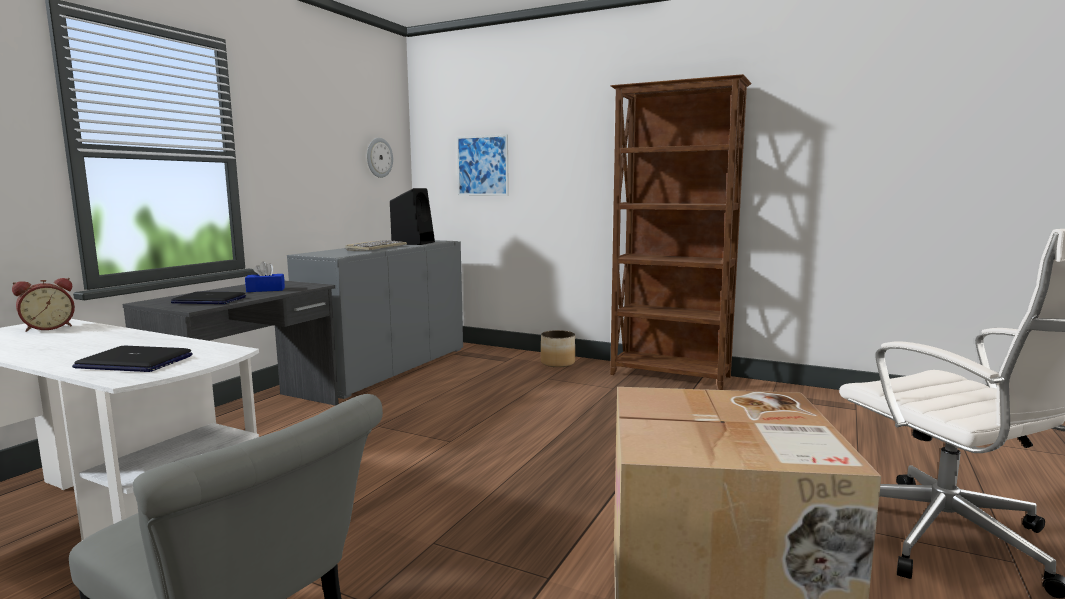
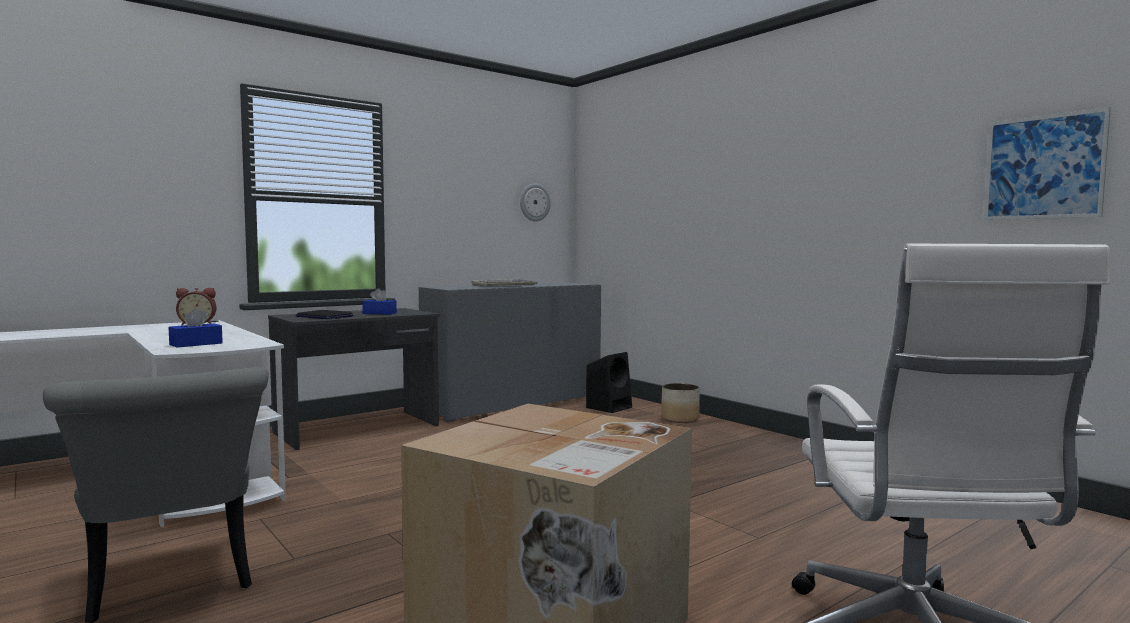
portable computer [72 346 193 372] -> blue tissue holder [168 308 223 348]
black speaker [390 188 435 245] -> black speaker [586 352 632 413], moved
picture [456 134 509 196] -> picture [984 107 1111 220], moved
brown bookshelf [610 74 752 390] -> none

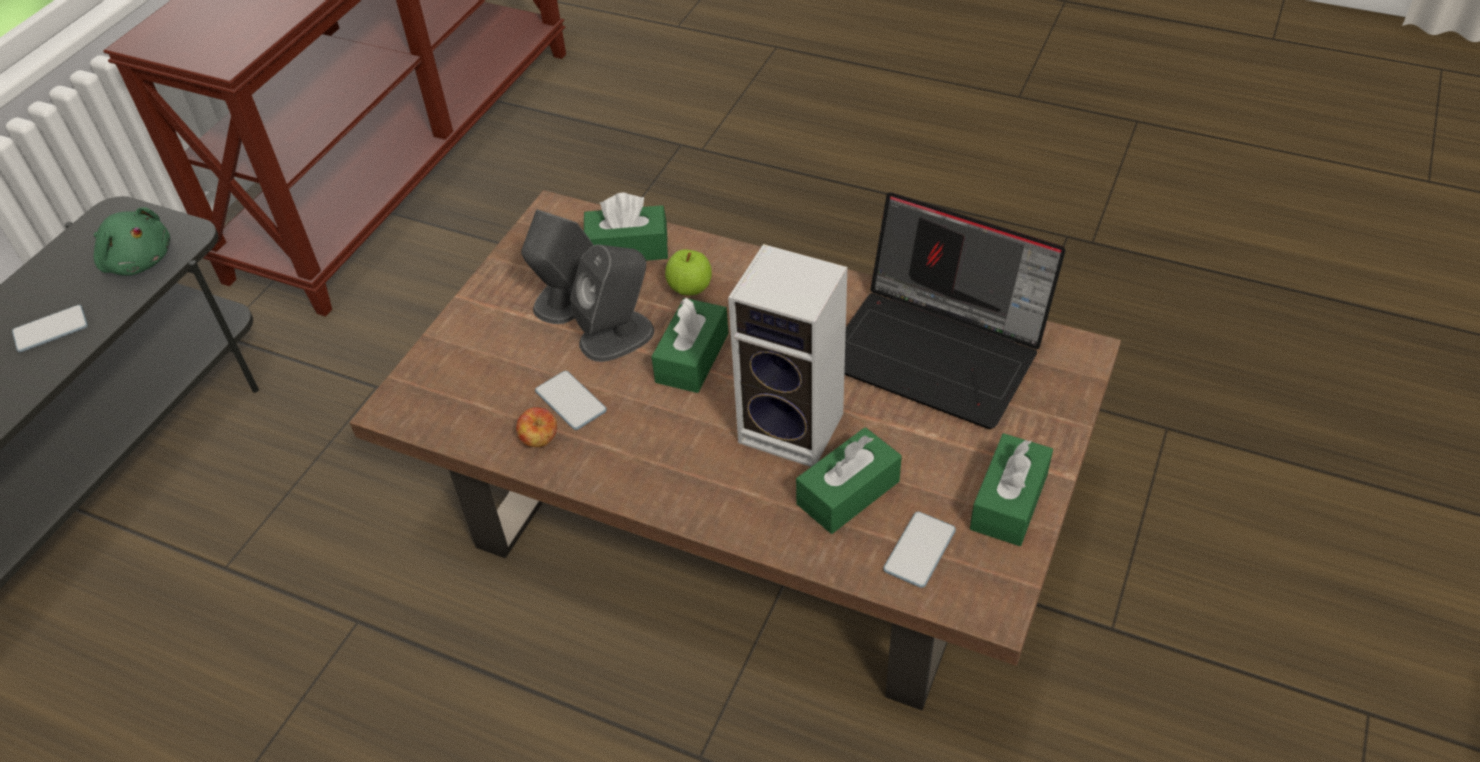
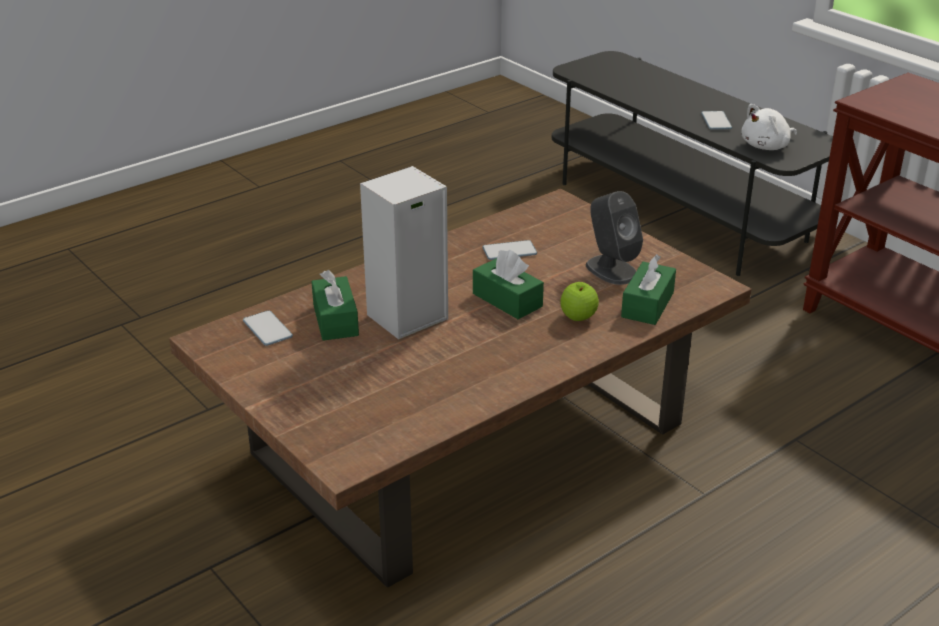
green plush toy [94 207 170 276] -> whitish plush toy [741 104 797 150]
apple [516 407 557 447] -> none
grey speaker [570 245 654 362] -> none
portable computer [844 193 1066 429] -> none
green tissue holder [970 433 1053 546] -> none

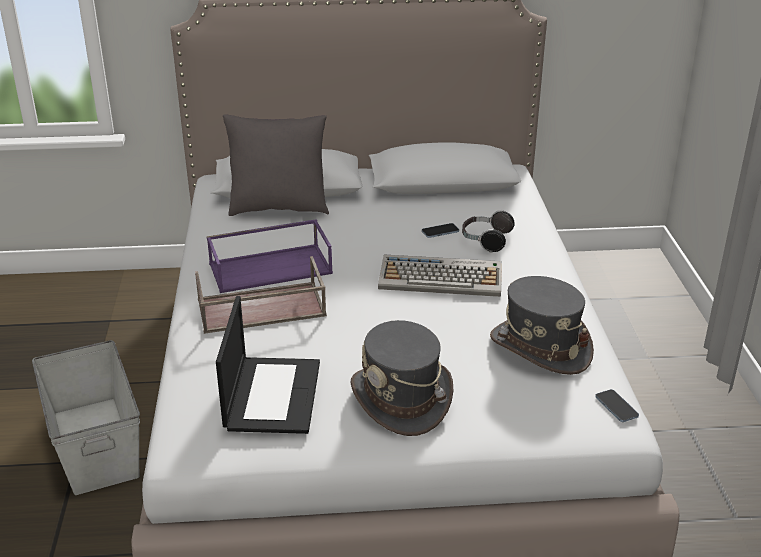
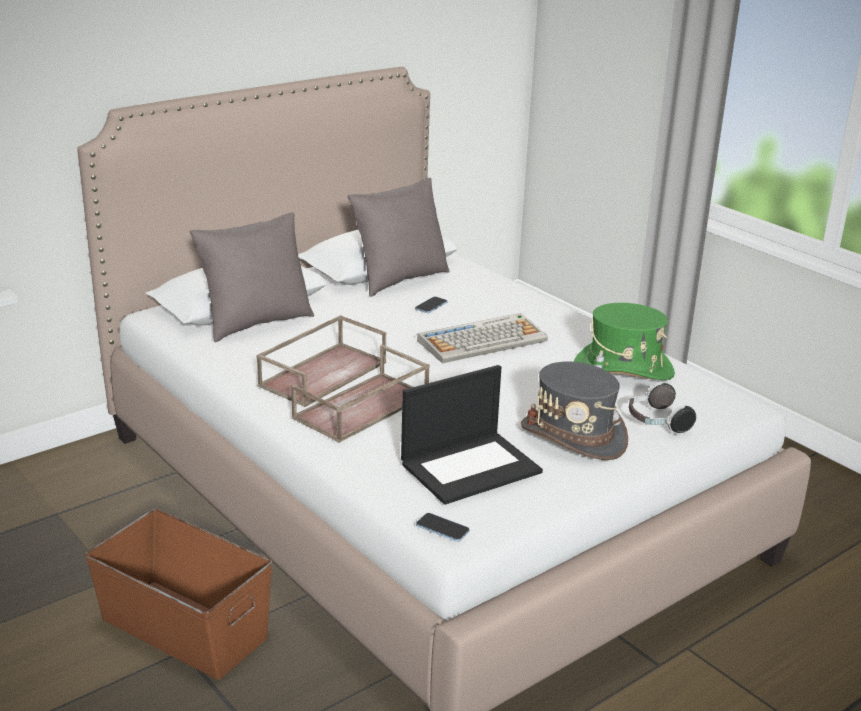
grey storage bin [32 340 140 495] -> brown storage bin [85 509 272 680]
purple tray [207 219 333 293] -> brown tray [256 315 386 407]
portable computer [216 296 320 434] -> portable computer [401 365 543 505], 90 degrees clockwise
headset [462 210 515 253] -> headset [629 382 696 434], moved
grey hat [490 276 594 375] -> green hat [574 303 675 380]
phone [595 389 639 422] -> phone [416 513 469 542], moved
none -> grey throw pillow [347 178 450 297]

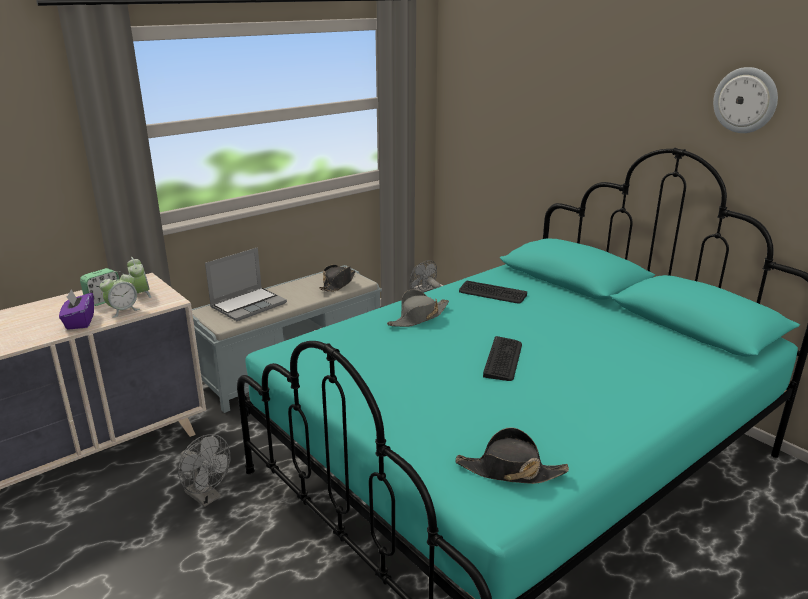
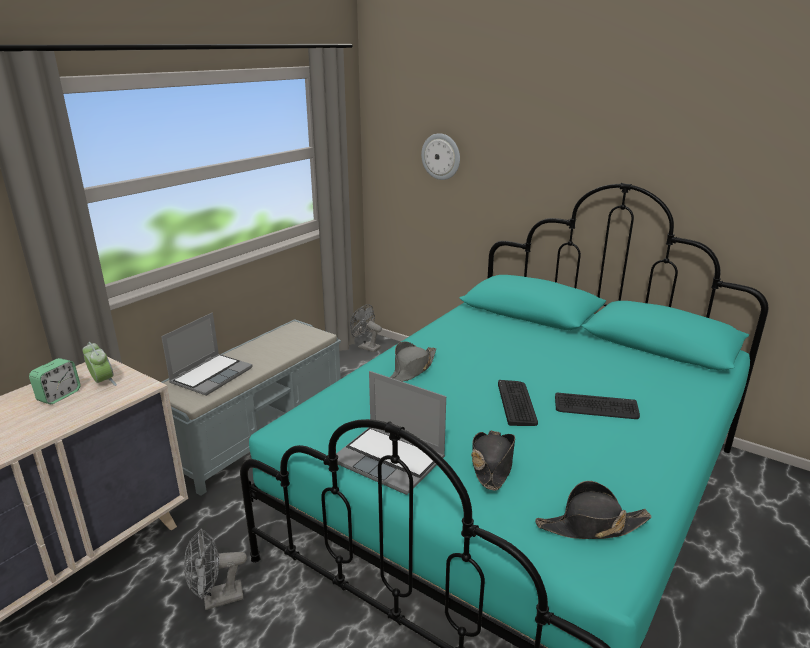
purple tissue holder [59 289 94 330] -> none
table clock [100 271 140 318] -> none
grey cooling fan [178 434 230 507] -> grey cooling fan [184 528 247 610], 135 degrees clockwise
black hat [319 265 355 292] -> black hat [471 430 515 490], moved
PC keyboard [459 281 527 304] -> PC keyboard [555 393 640 419], moved
clock on the wall [713 67 778 133] -> clock on the wall [421 133 460 180], moved
none -> portable computer [336 371 446 495]

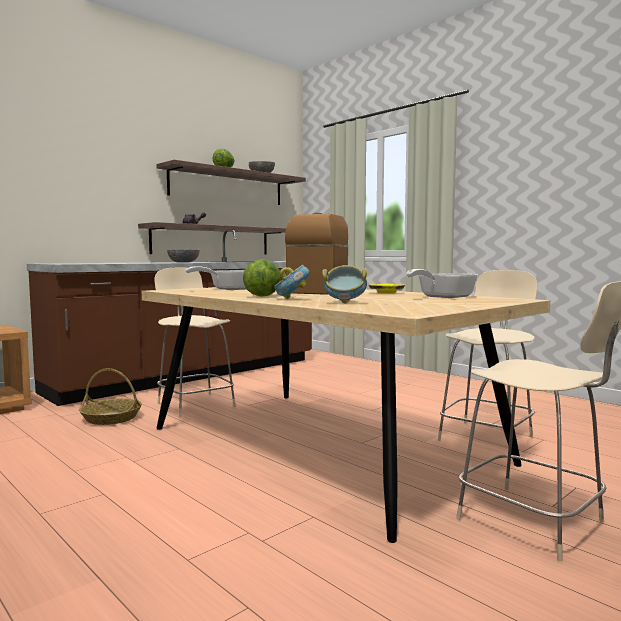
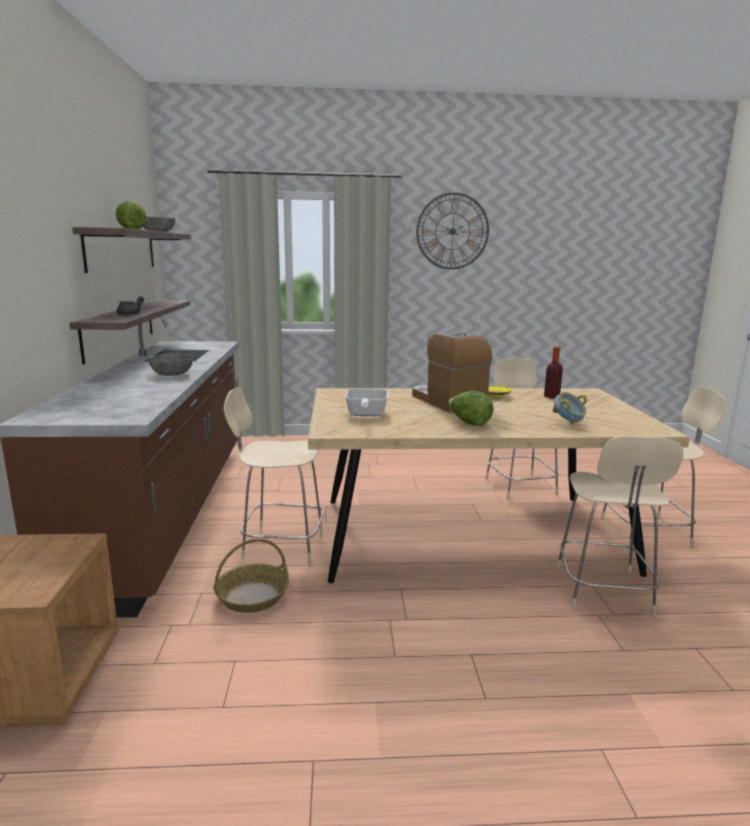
bowl [274 265 310 299] -> none
frying pan [406 269 478 298] -> bottle [544 347 563 399]
none -> clock on the wall [416 192 489 269]
none -> sand-coloured chair [557 436 684 616]

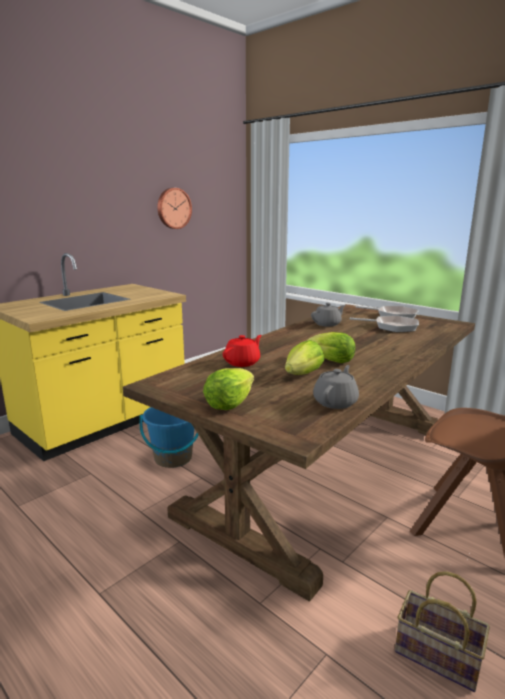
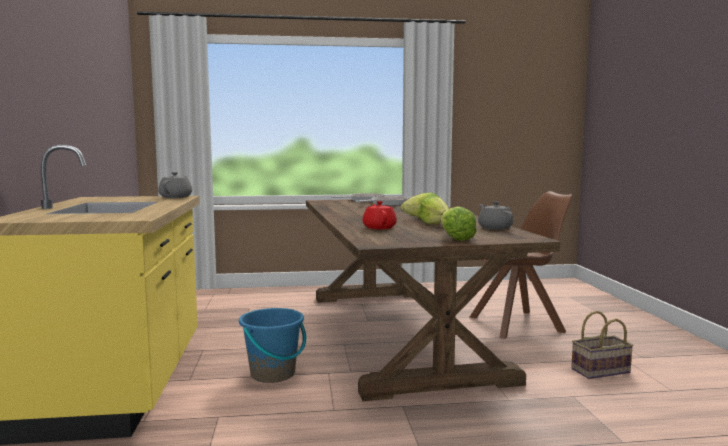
clock on the wall [157 188 192 229] -> none
grey teapot [311 303 345 327] -> grey teapot [158 172 192 198], moved

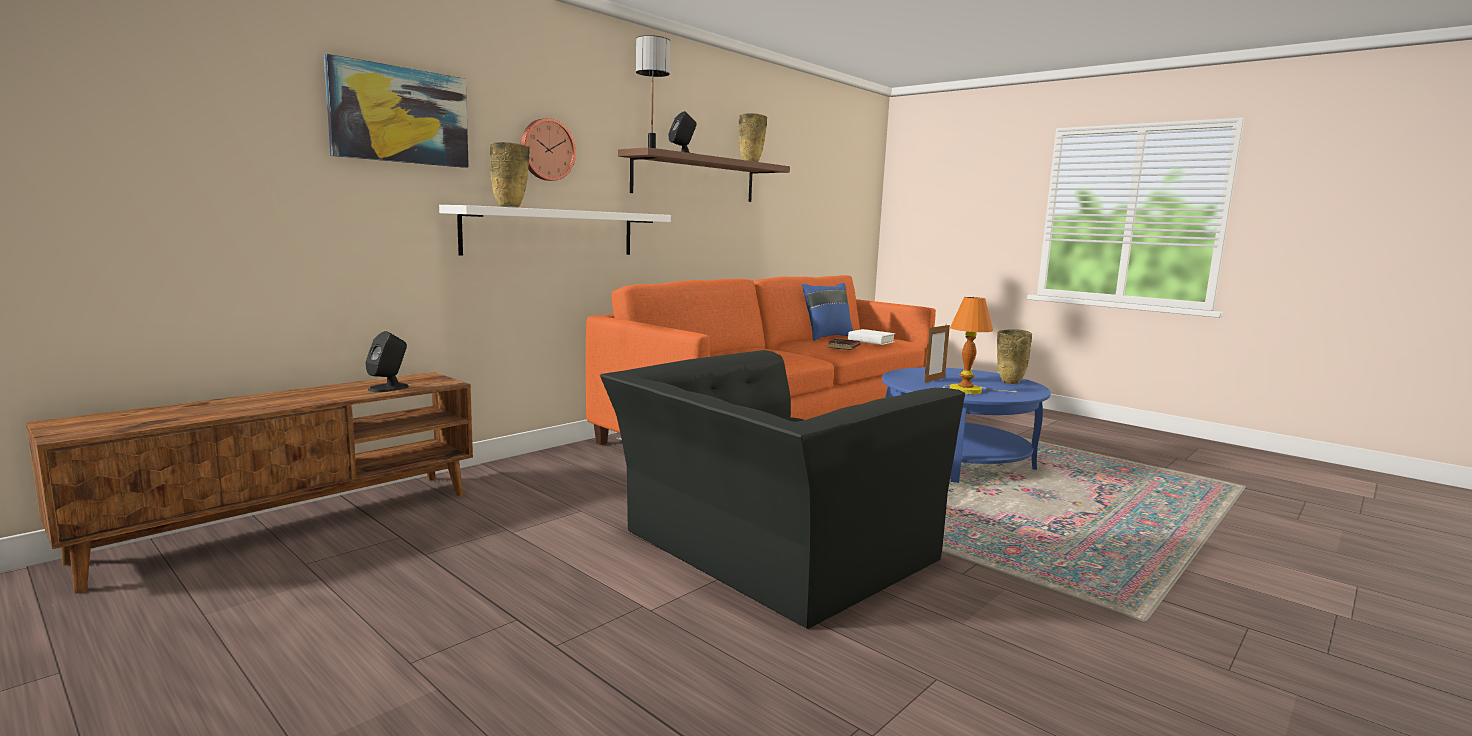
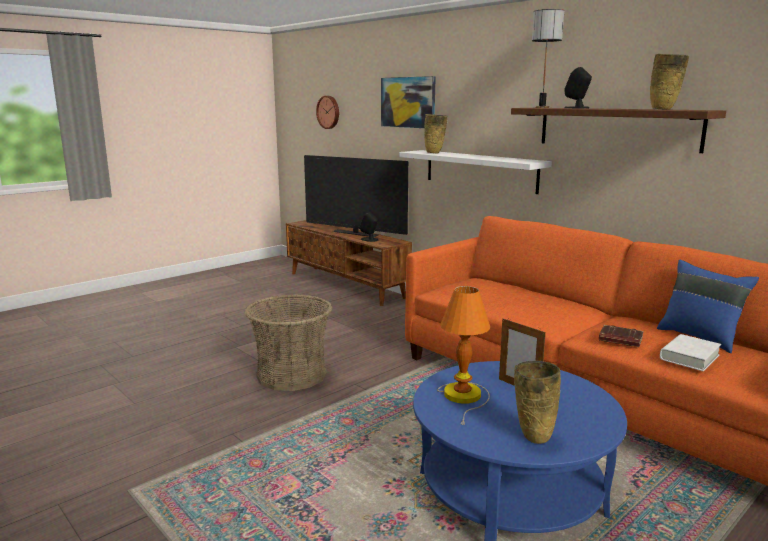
clock on the wall [521 118 576 181] -> clock on the wall [316 96 339 129], moved
black easy chair [600 350 965 629] -> storage basket [245 294 332 391]
none -> television [304 155 408 237]

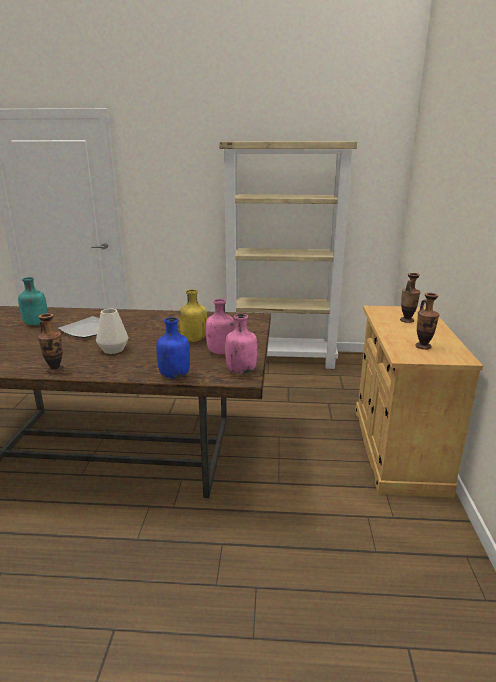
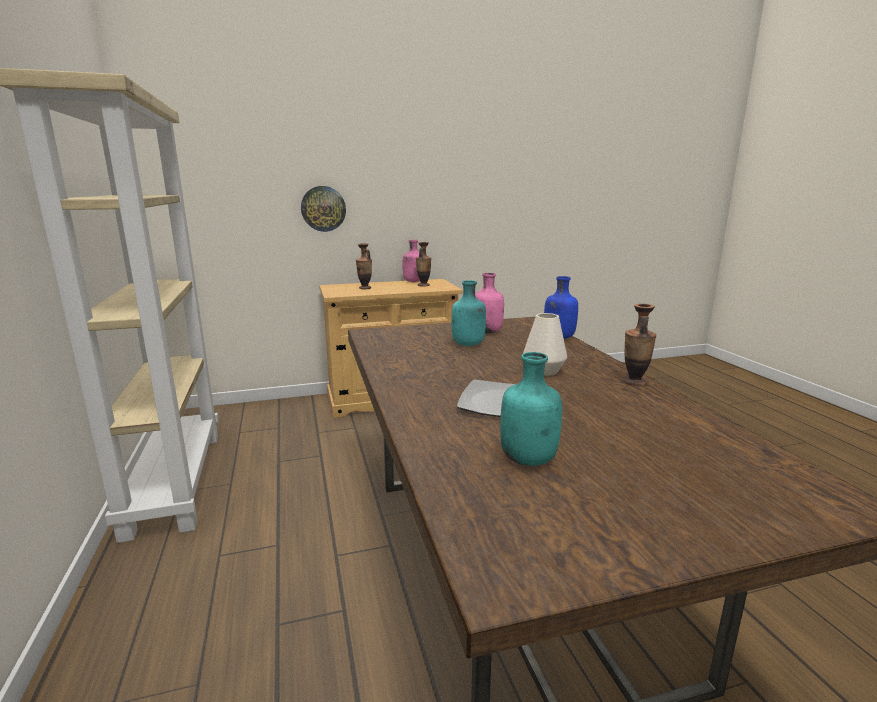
yellowish bottle [179 289 207 342] -> turquoise-coloured bottle [451 280 486 346]
pink-coloured bottle [225 314 257 374] -> pink-coloured bottle [403 240 420 282], moved
none -> clock on the wall [301 186 346 232]

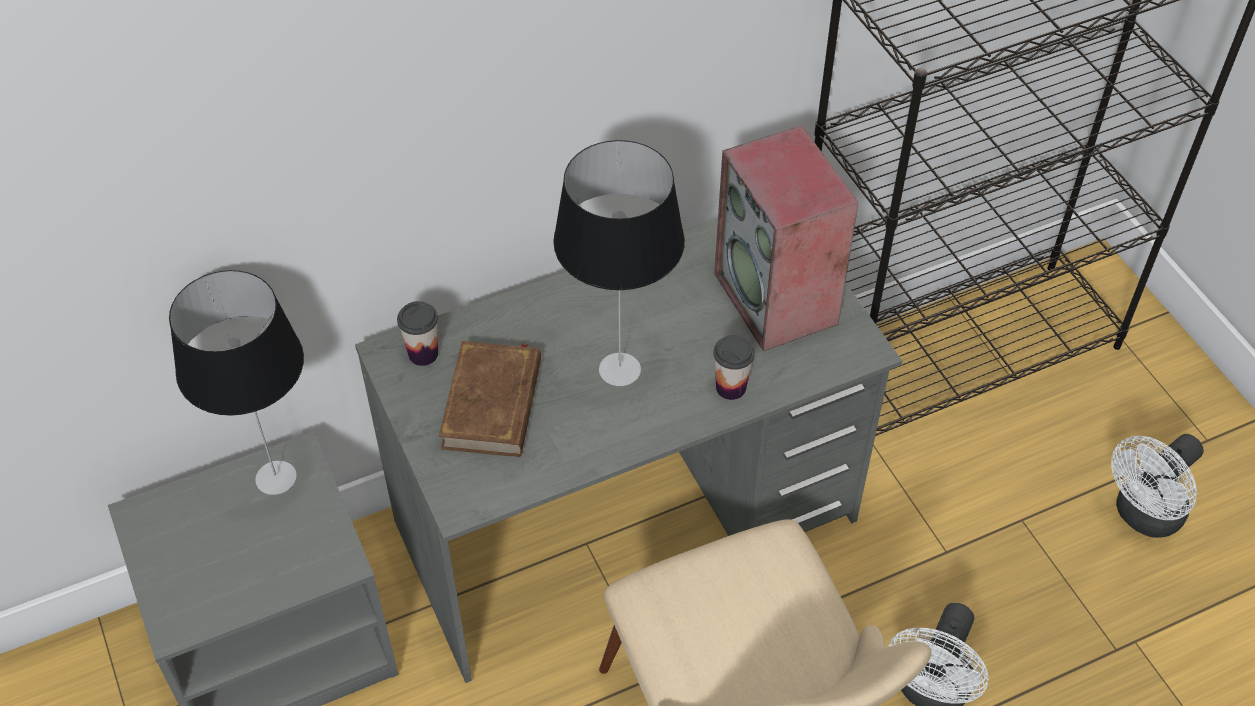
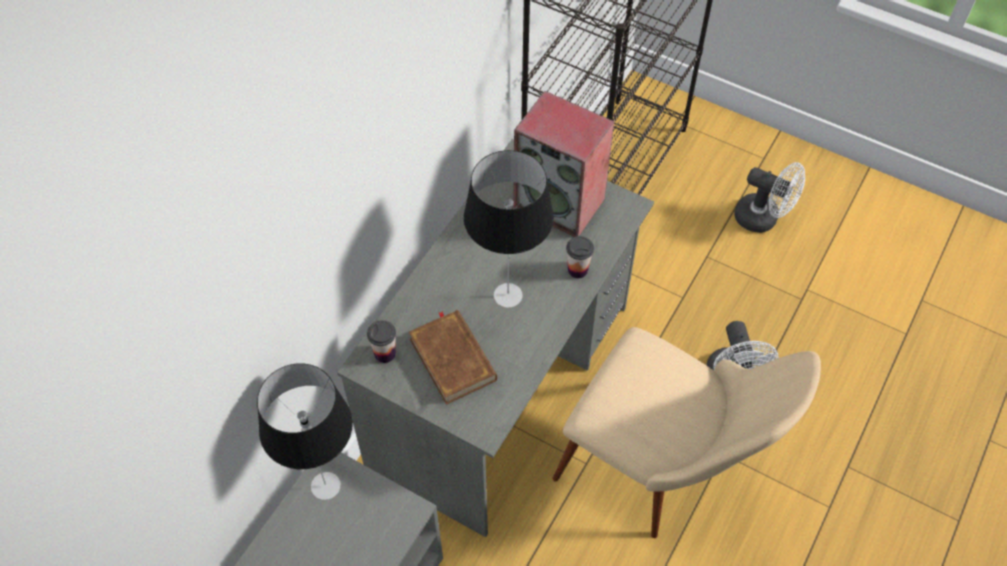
whitish cooling fan [1111 434 1204 538] -> whitish cooling fan [735 162 805 233], 75 degrees counterclockwise

